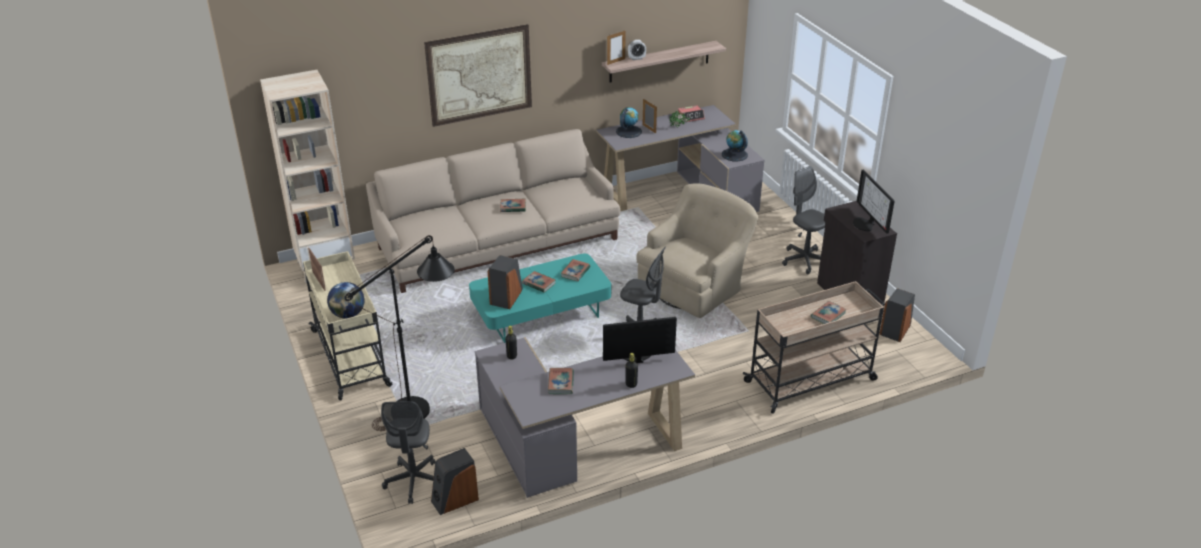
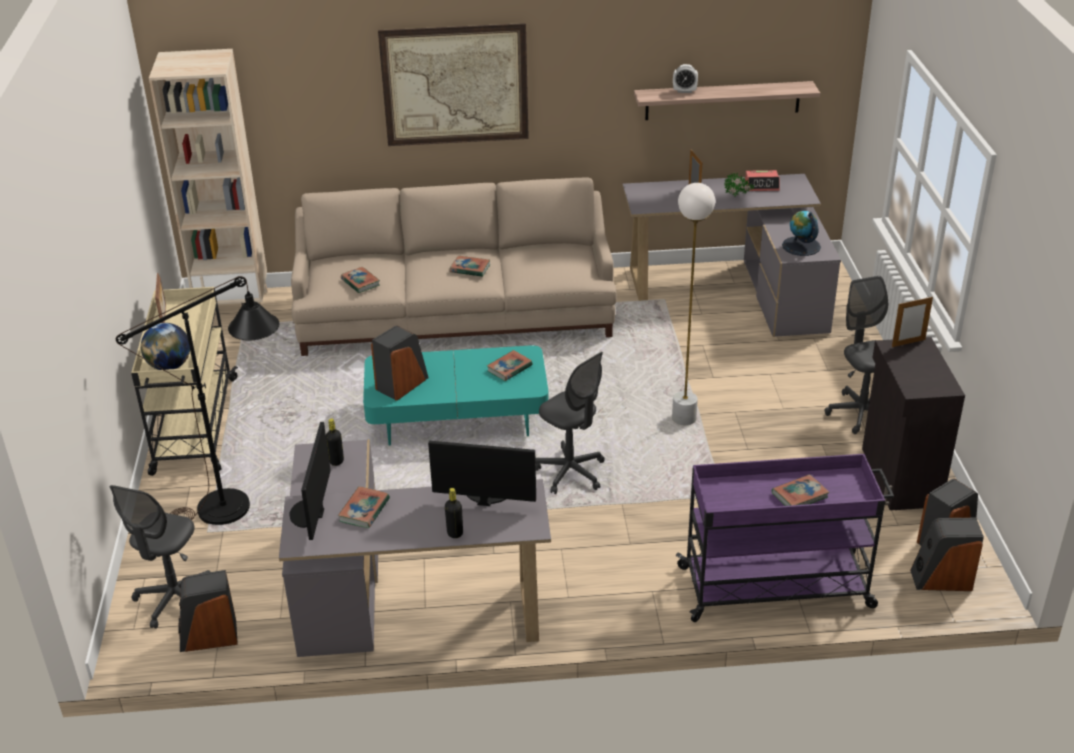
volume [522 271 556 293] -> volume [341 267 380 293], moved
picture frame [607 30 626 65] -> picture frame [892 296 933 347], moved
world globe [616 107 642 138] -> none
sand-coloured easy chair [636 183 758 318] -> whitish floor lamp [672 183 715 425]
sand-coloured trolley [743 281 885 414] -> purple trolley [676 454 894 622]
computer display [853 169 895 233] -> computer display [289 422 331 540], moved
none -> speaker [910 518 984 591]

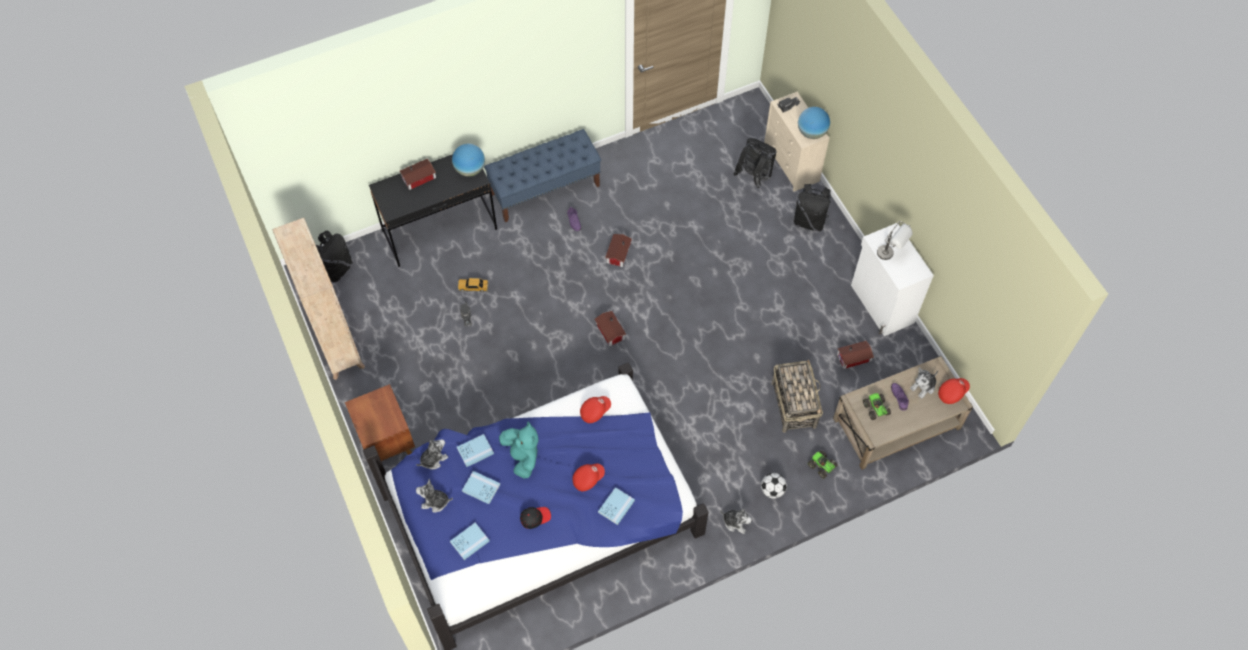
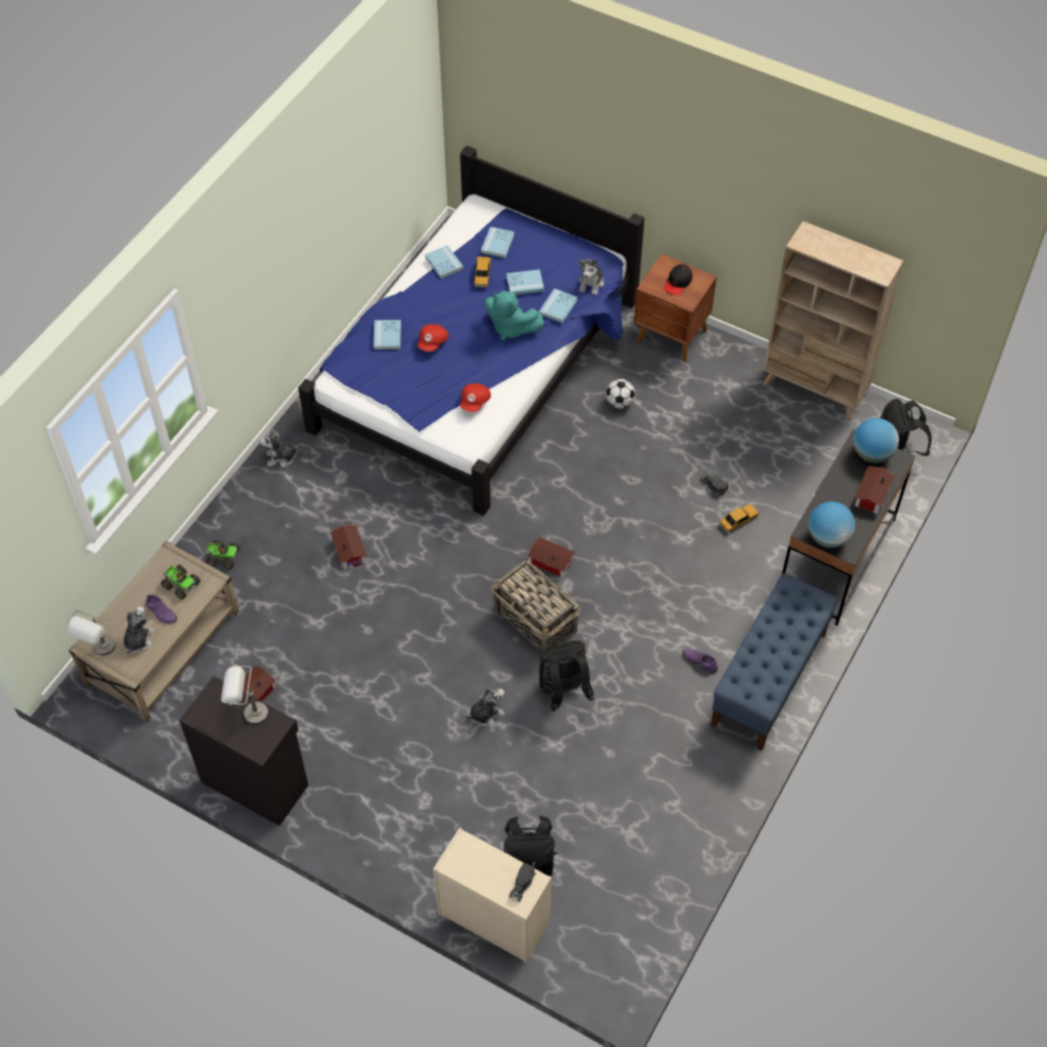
plush toy [416 479 453 513] -> plush toy [466 688 505 726], moved
black peaked cap [520 507 551 529] -> black peaked cap [664 264 692 295], moved
toy house [605 234 632 267] -> toy house [331 525 367 570], moved
football [761 473 787 499] -> football [606 379 635 409], moved
storage basket [772 359 823 433] -> storage basket [491 561 579 652], moved
black knapsack [794 184 831 232] -> black knapsack [539 641 594 711], moved
world globe [798 107 830 139] -> world globe [853 418 899 463], moved
whitish cabinet [851 223 934 336] -> black cabinet [179 676 308 826]
red peaked cap [938 378 970 404] -> grey lamp for a table [66 610 116 656]
none -> blue volume [425 245 463 279]
none -> model car [474 256 491 288]

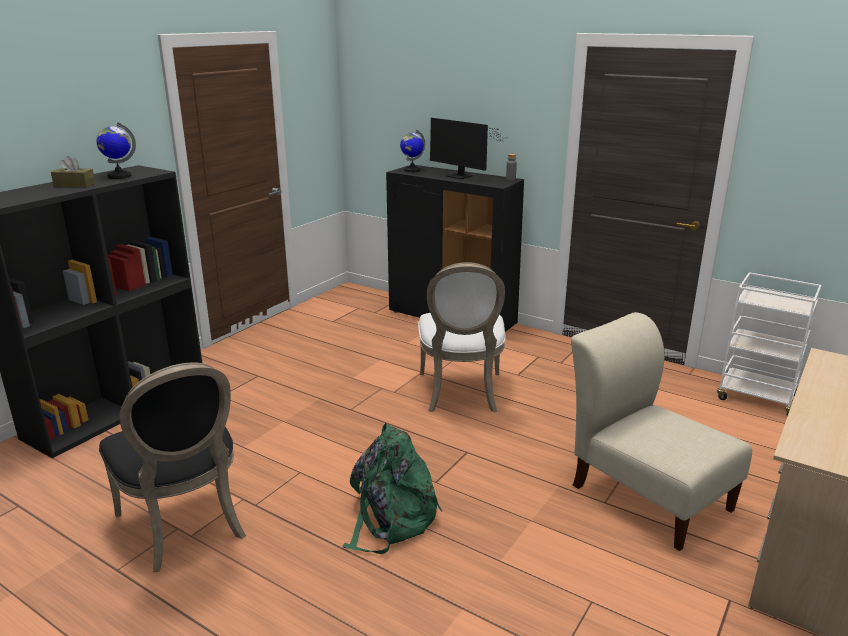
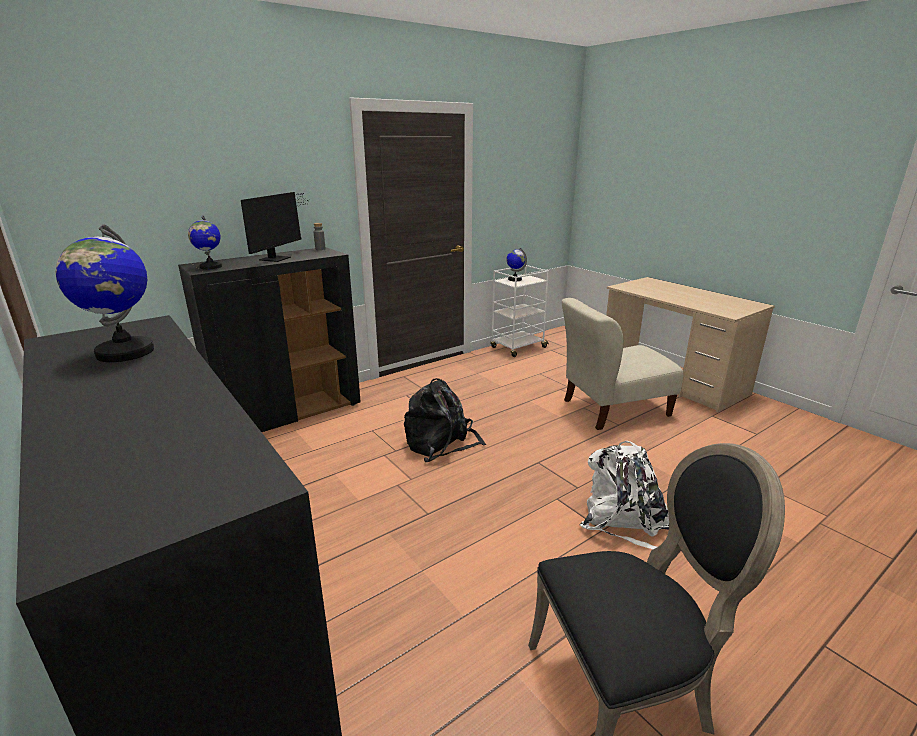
brown tissue holder [51 156 95 187] -> none
green knapsack [342 423 442 554] -> whitish knapsack [579 441 669 549]
whitish chair [418 262 506 412] -> black knapsack [404 378 487 462]
computer display [430 118 505 179] -> computer display [241 192 308 262], 45 degrees counterclockwise
none -> world globe [506 248 527 281]

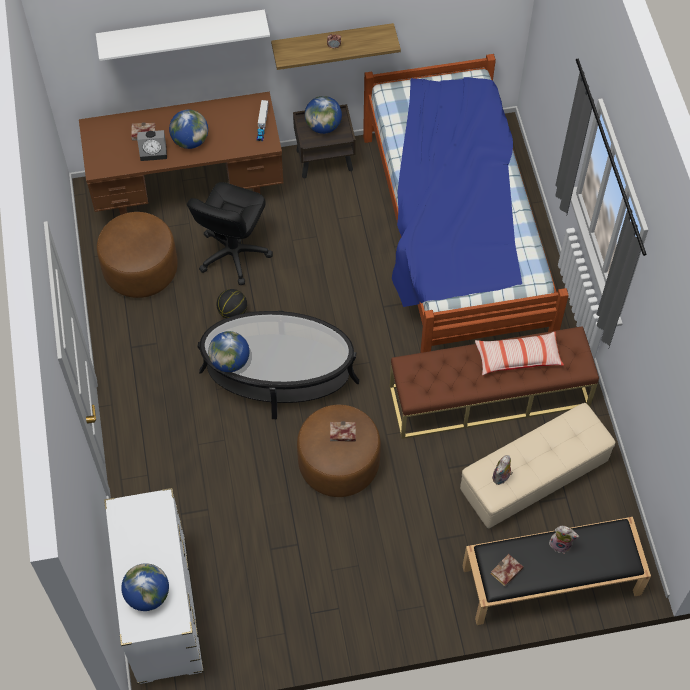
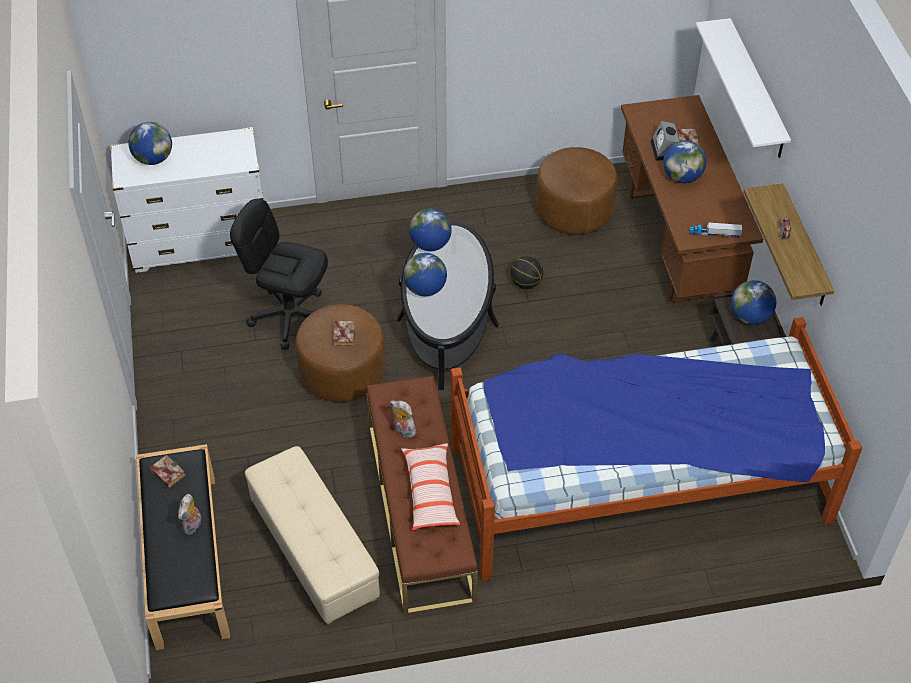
black office chair [187 182 273 285] -> black office chair [230 199 328 349], moved
plush toy [492 455 513 485] -> plush toy [390 401 416 438], moved
none -> world globe [403 253 447 296]

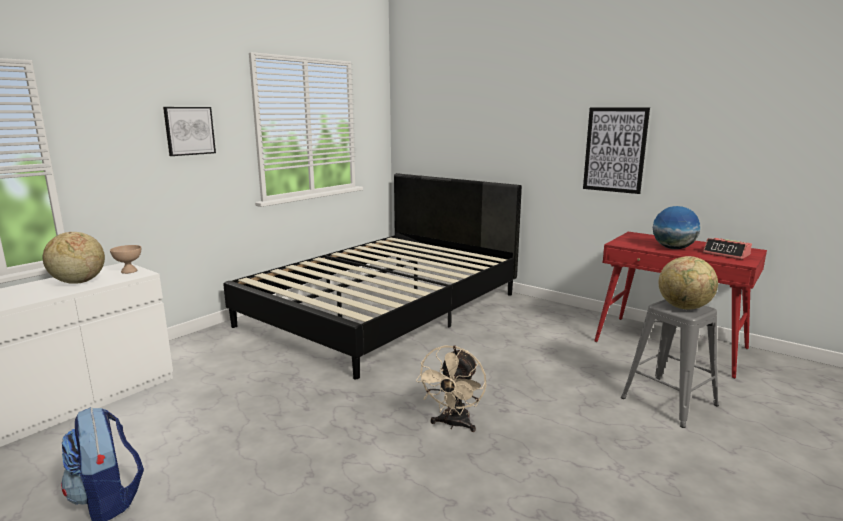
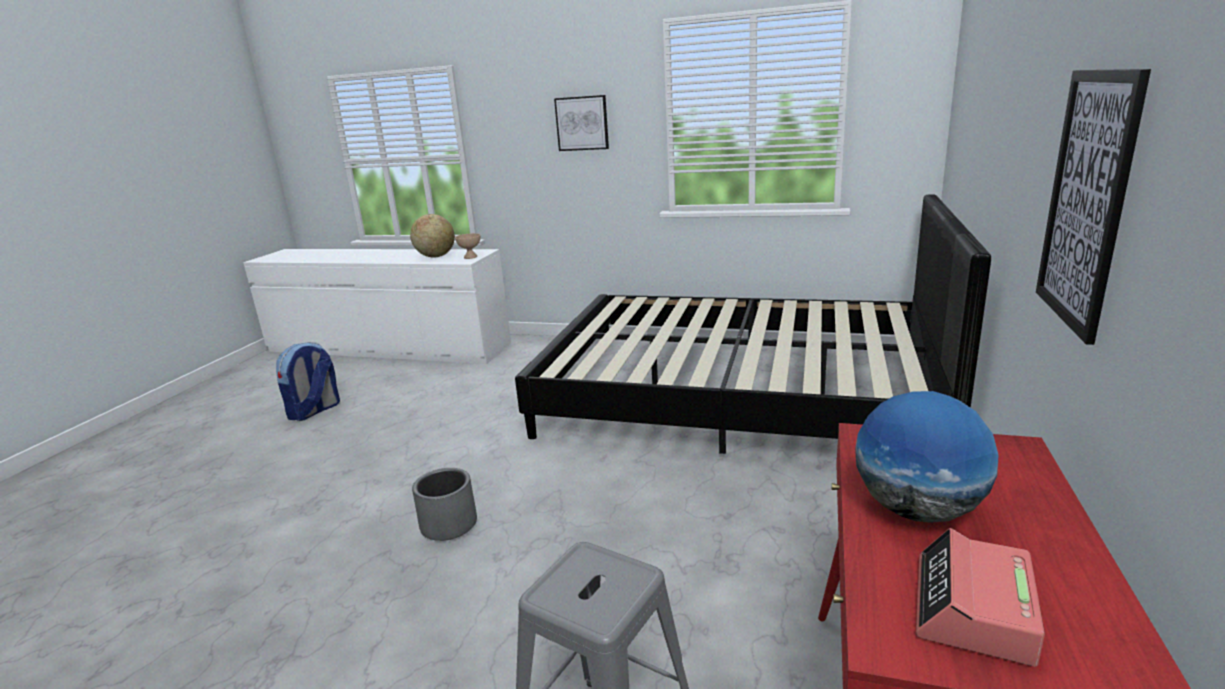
sand-coloured cooling fan [416 345 486 432] -> grey flower pot [412 468 477 541]
world globe [659 256 718 310] -> none

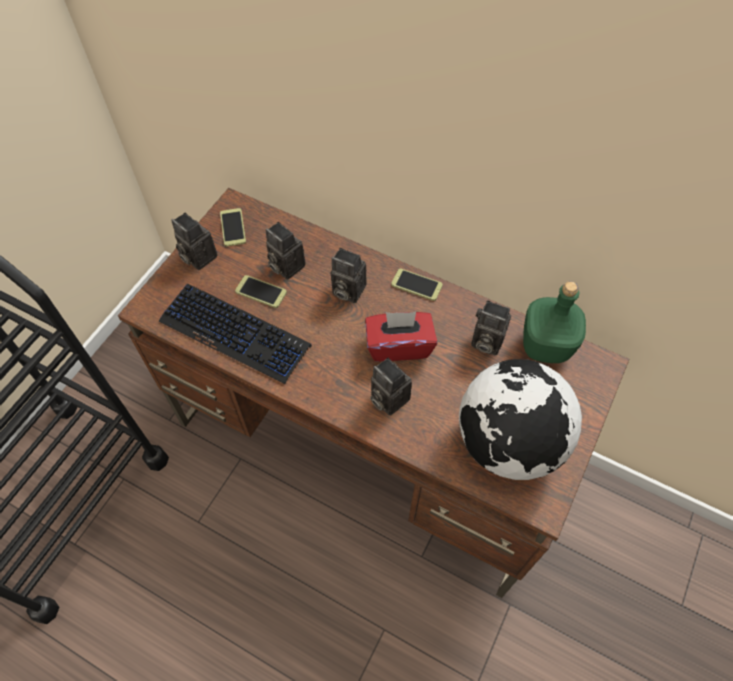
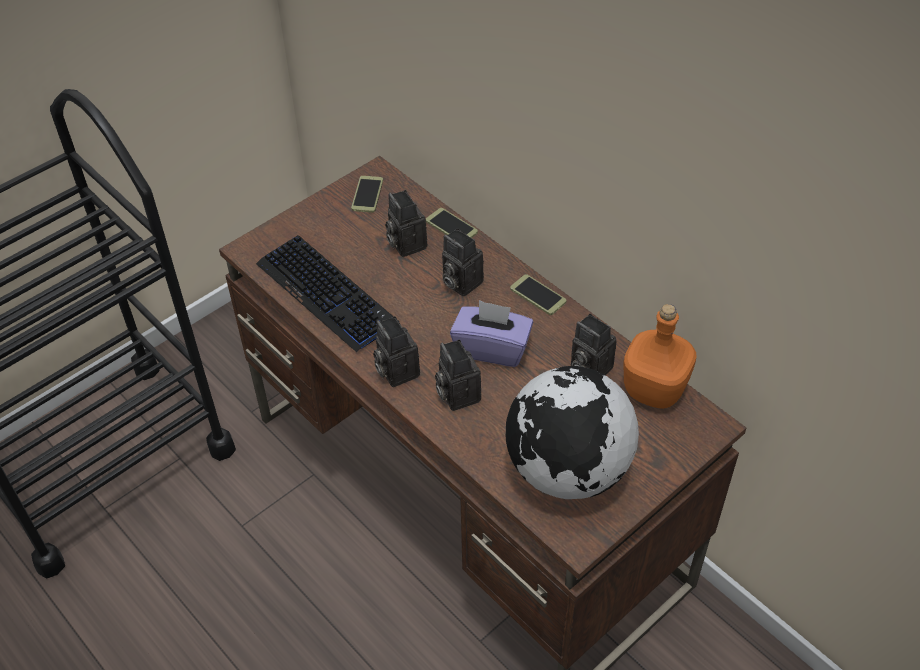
photo camera [171 212 217 270] -> photo camera [373 316 420 387], moved
phone [235 275 287 308] -> phone [426 208 478 238], moved
red tissue holder [365 312 437 362] -> purple tissue holder [450 300 533 367]
green bottle [523 281 586 363] -> orange bottle [623 304 696 409]

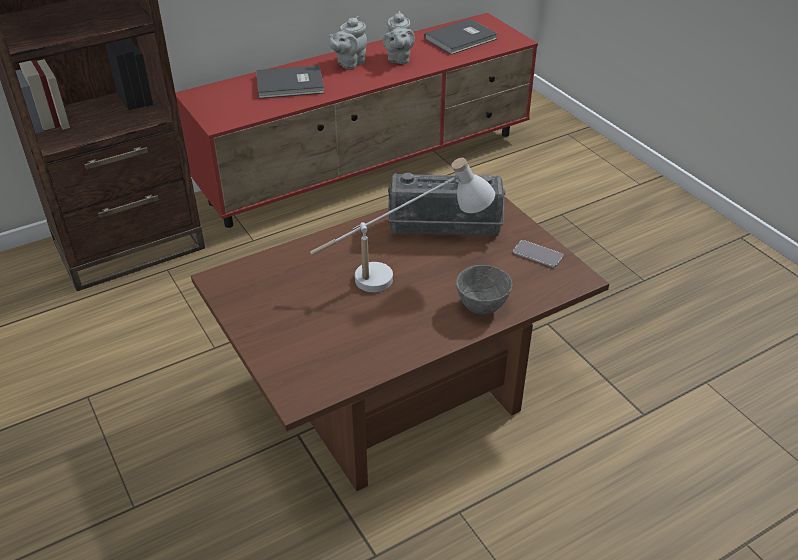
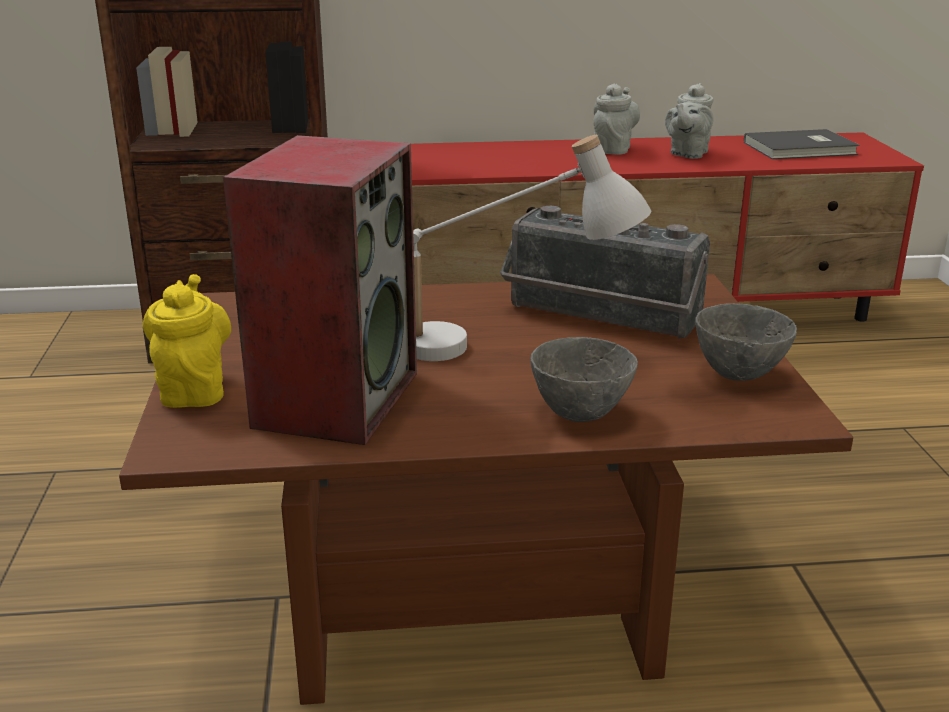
grey volume [256 65 324 99] -> none
grey teapot [329 16 367 69] -> grey teapot [593 84 640 155], 135 degrees clockwise
phone [513 240 563 268] -> grey bowl [696 303 797 381]
none -> yellowish teapot [143 274 231 408]
none -> speaker [223 135 417 445]

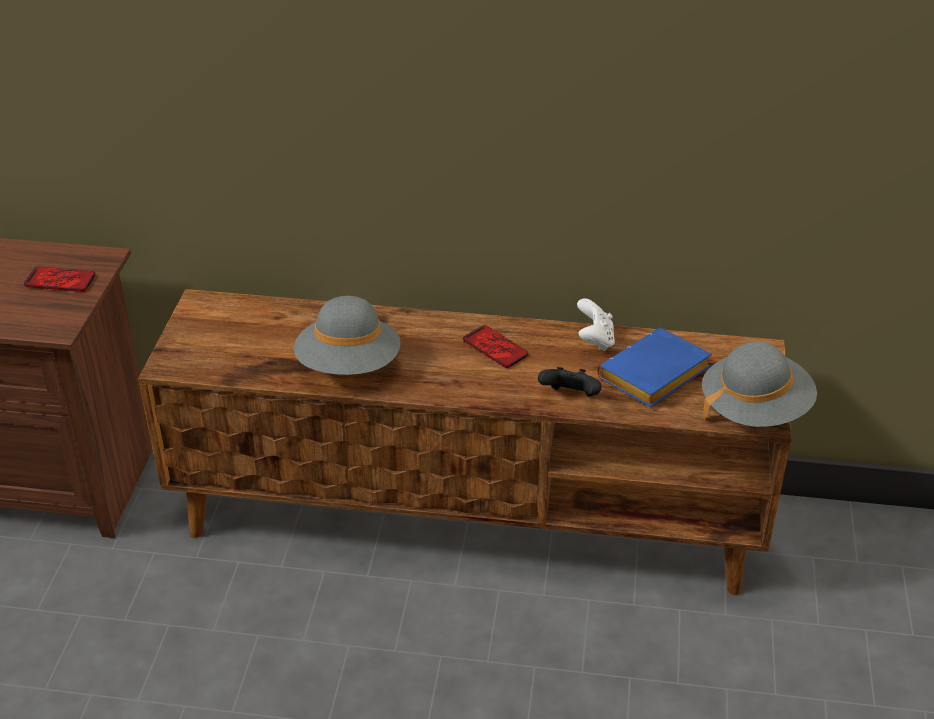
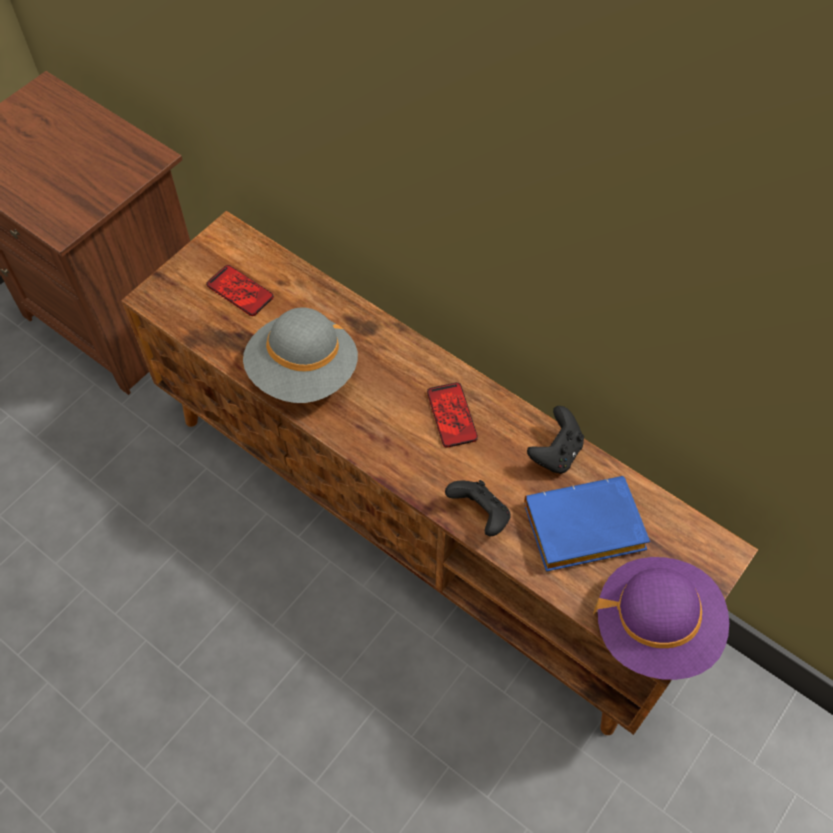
phone [24 267 96 292] -> phone [206 265 274 316], moved
whitish joypad [577 298 615 351] -> black joypad [527 406 584 474]
grey hat [702 341 817 427] -> purple hat [593 557 729 680]

